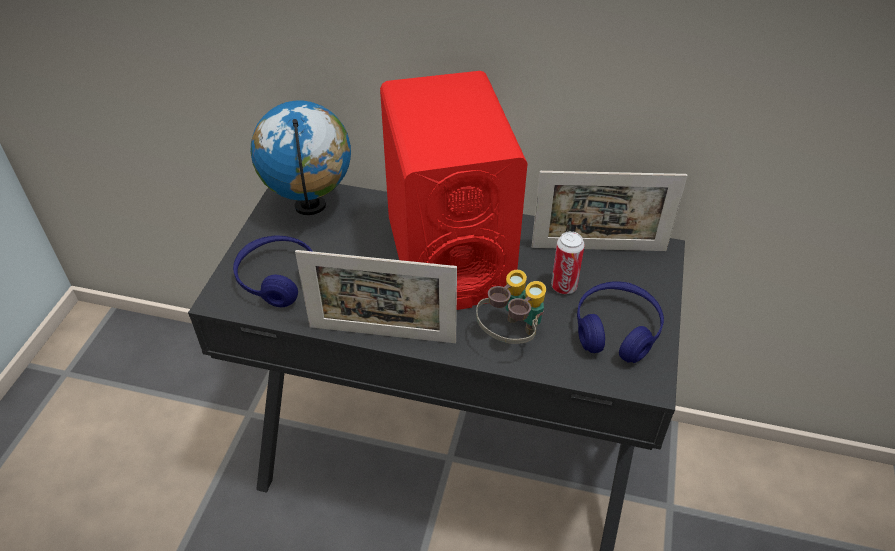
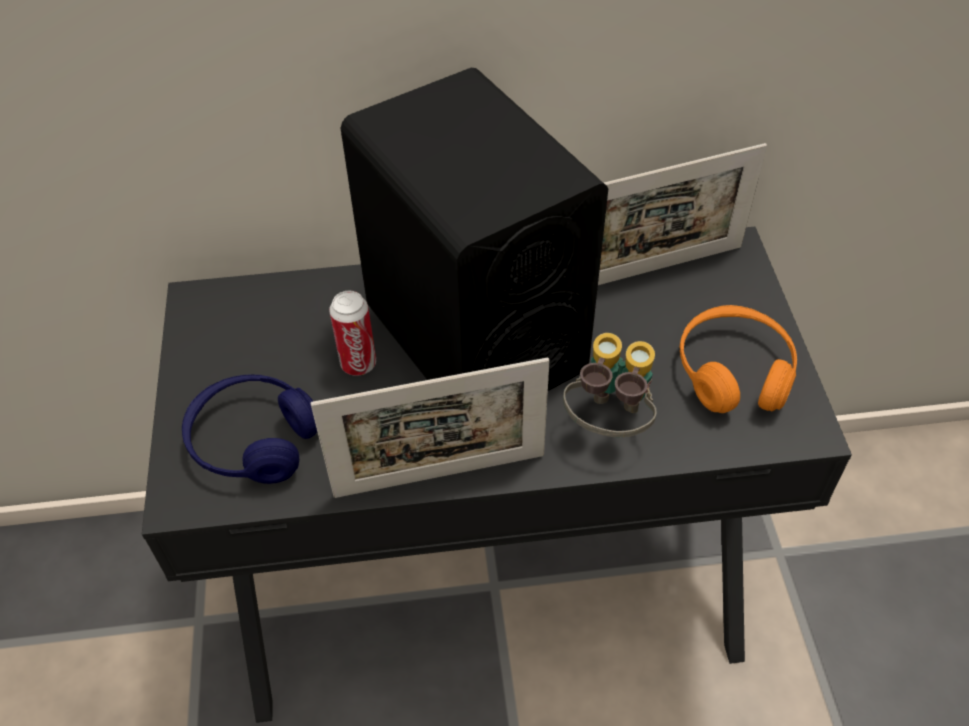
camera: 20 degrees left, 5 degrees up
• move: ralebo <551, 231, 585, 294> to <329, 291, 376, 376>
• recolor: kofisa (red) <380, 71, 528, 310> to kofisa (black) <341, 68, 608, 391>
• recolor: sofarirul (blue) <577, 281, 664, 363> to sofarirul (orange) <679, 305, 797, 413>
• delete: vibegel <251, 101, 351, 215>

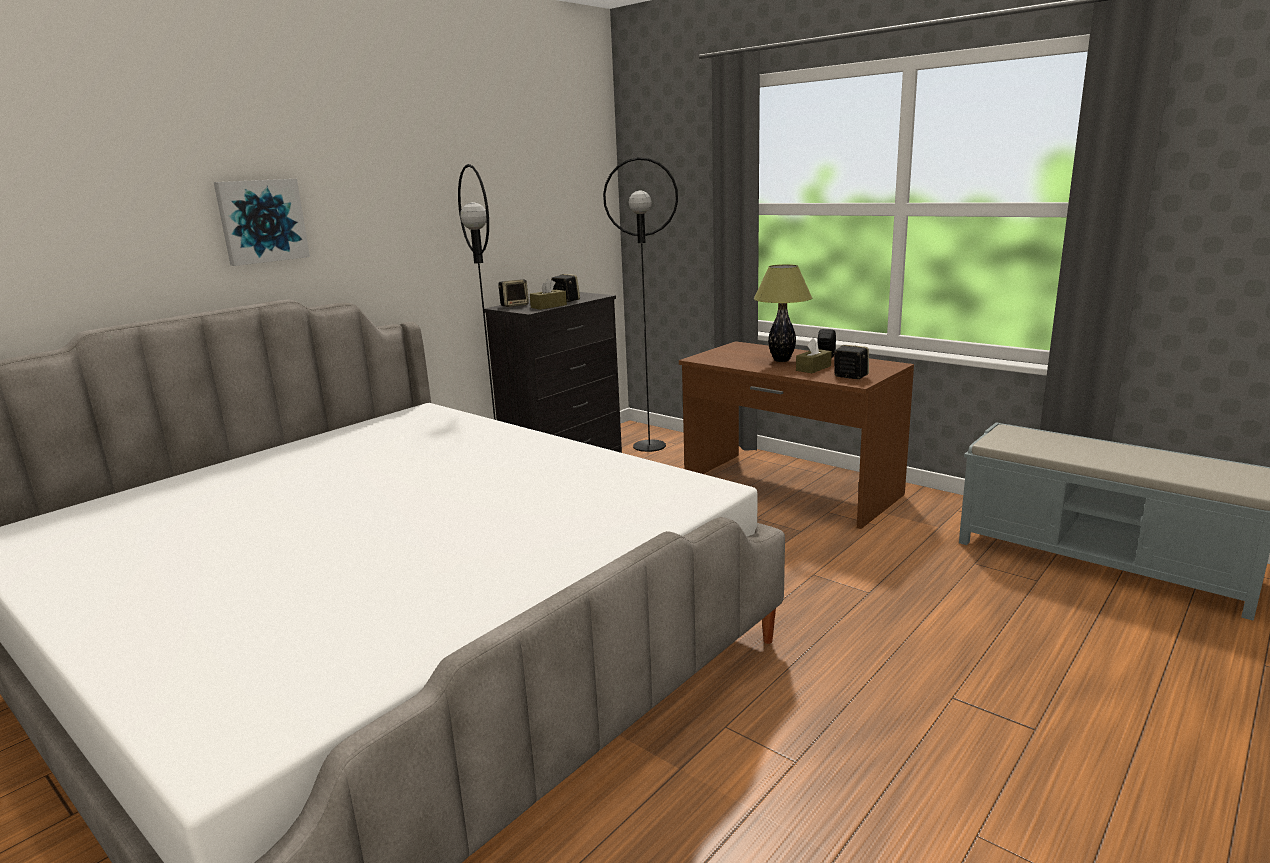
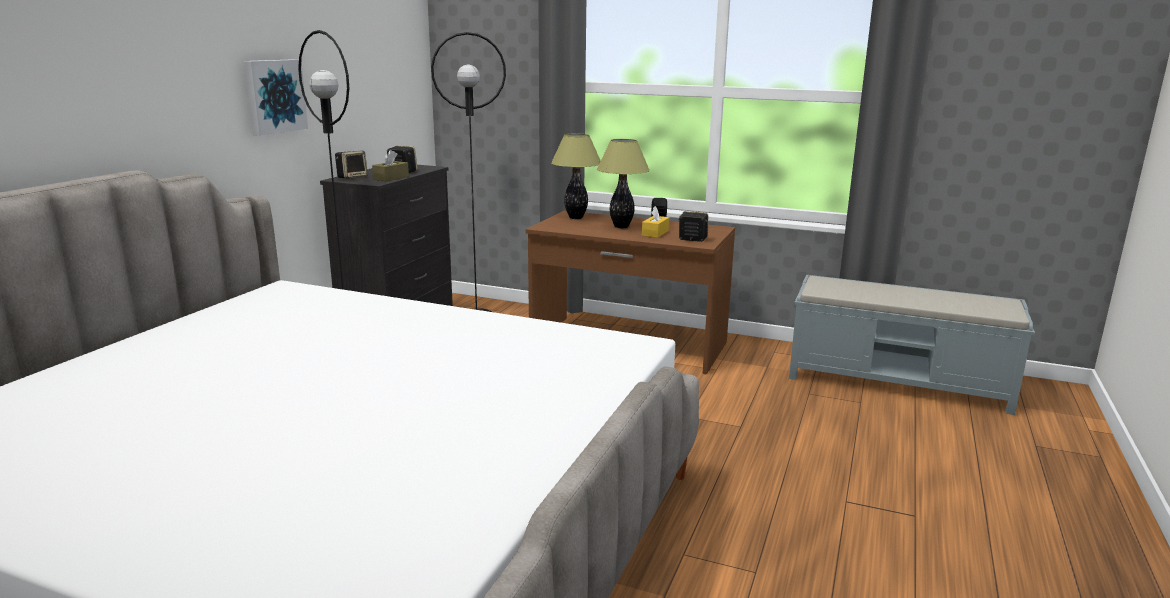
camera: 20 degrees left, 0 degrees up
• move: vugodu <214, 179, 310, 266> to <244, 59, 308, 136>
• insert: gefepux <551, 133, 601, 219>
• recolor: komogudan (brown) <796, 338, 832, 373> to komogudan (yellow) <642, 206, 669, 238>

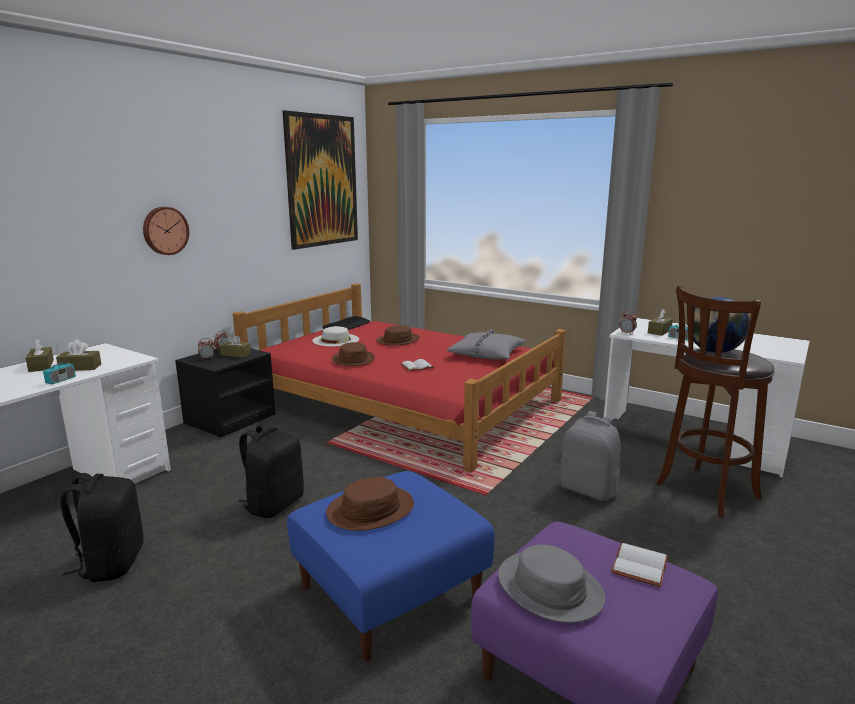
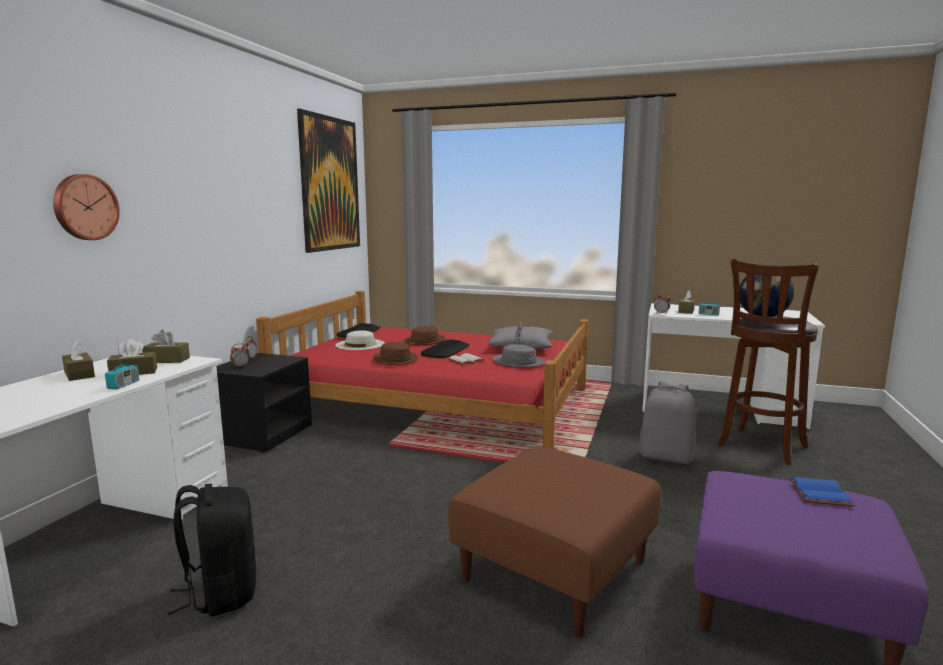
camera: 15 degrees left, 5 degrees down
• move: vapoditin <143, 207, 189, 255> to <53, 174, 120, 240>
• move: komogudan (brown) <220, 334, 251, 358> to <142, 330, 190, 363>
• insert: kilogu <421, 339, 470, 358>
• recolor: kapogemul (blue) <287, 471, 494, 661> to kapogemul (brown) <448, 447, 661, 638>
• move: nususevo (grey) <498, 545, 605, 623> to <492, 344, 545, 368>
• recolor: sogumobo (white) <611, 543, 668, 587> to sogumobo (blue) <789, 477, 854, 507>
• delete: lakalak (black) <239, 423, 304, 518>
• delete: nususevo (brown) <326, 477, 414, 531>

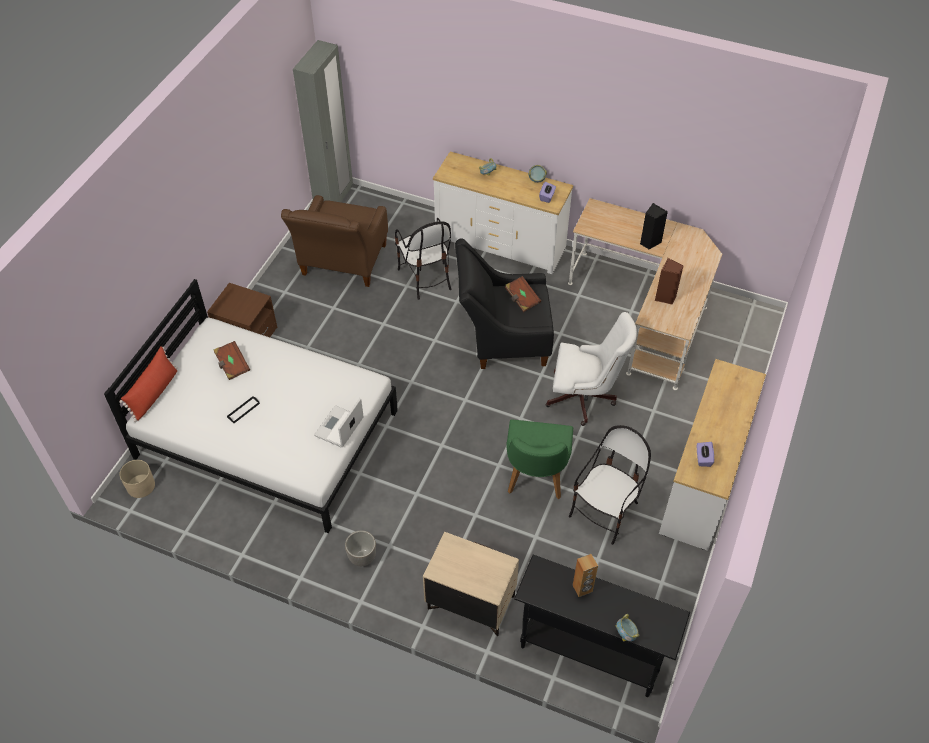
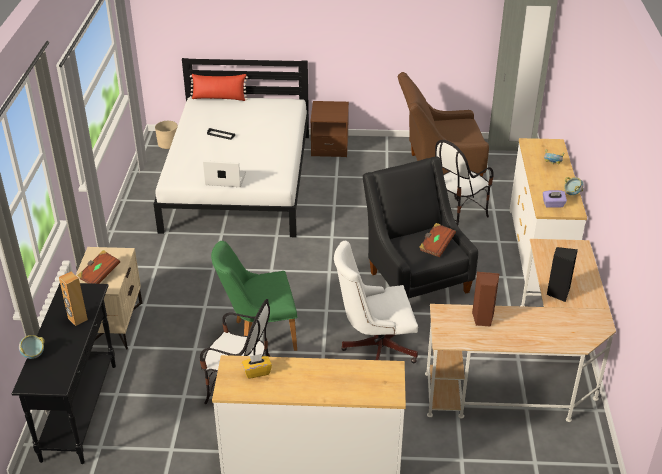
camera: 70 degrees right, 15 degrees down
• move: sogumobo (brown) <214, 341, 250, 380> to <77, 250, 120, 284>
• recolor: komogudan (purple) <697, 442, 714, 467> to komogudan (yellow) <242, 354, 272, 379>
• rotate: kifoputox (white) <546, 312, 637, 426> = <334, 241, 418, 363> 90 degrees clockwise
• delete: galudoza <345, 530, 376, 566>

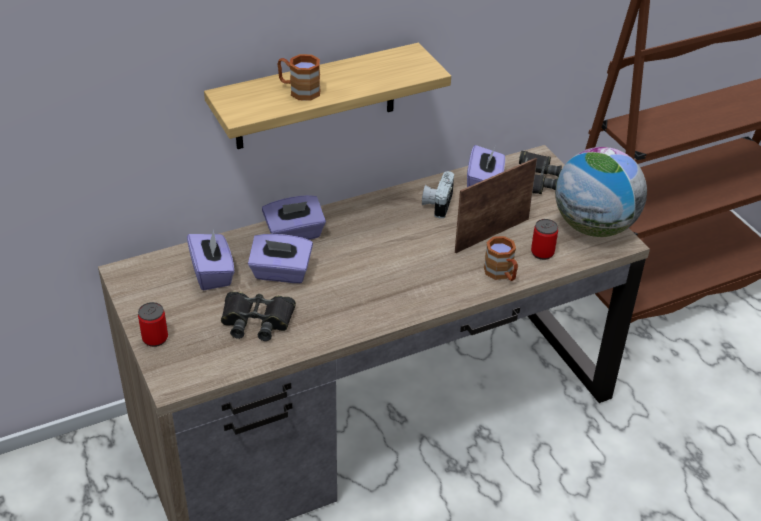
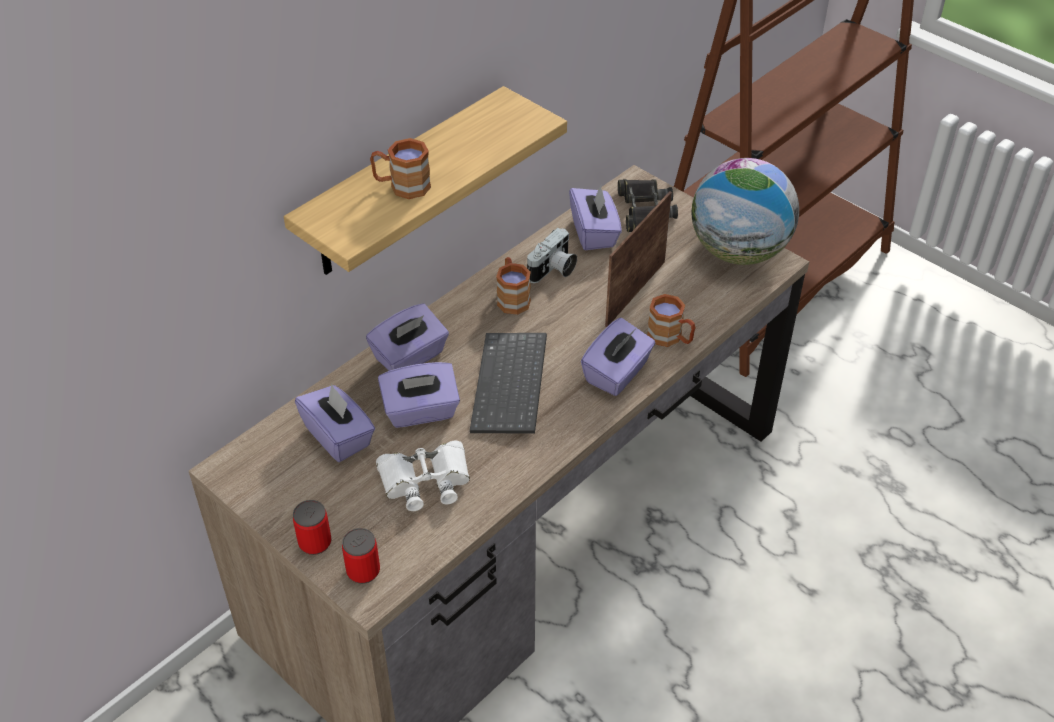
camera: 20 degrees left, 5 degrees up
• move: ralebo <531, 219, 558, 260> to <342, 528, 380, 584>
• recolor: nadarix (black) <221, 291, 296, 341> to nadarix (white) <376, 441, 470, 511>
• insert: kilogu <470, 333, 547, 433>
• insert: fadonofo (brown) <496, 257, 531, 315>
• rotate: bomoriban <422, 171, 454, 218> = <527, 228, 577, 283> 135 degrees counterclockwise
• insert: komogudan (purple) <581, 318, 655, 396>

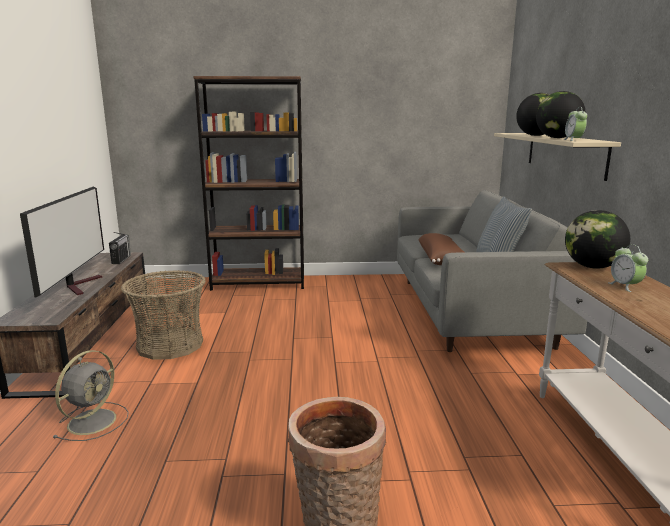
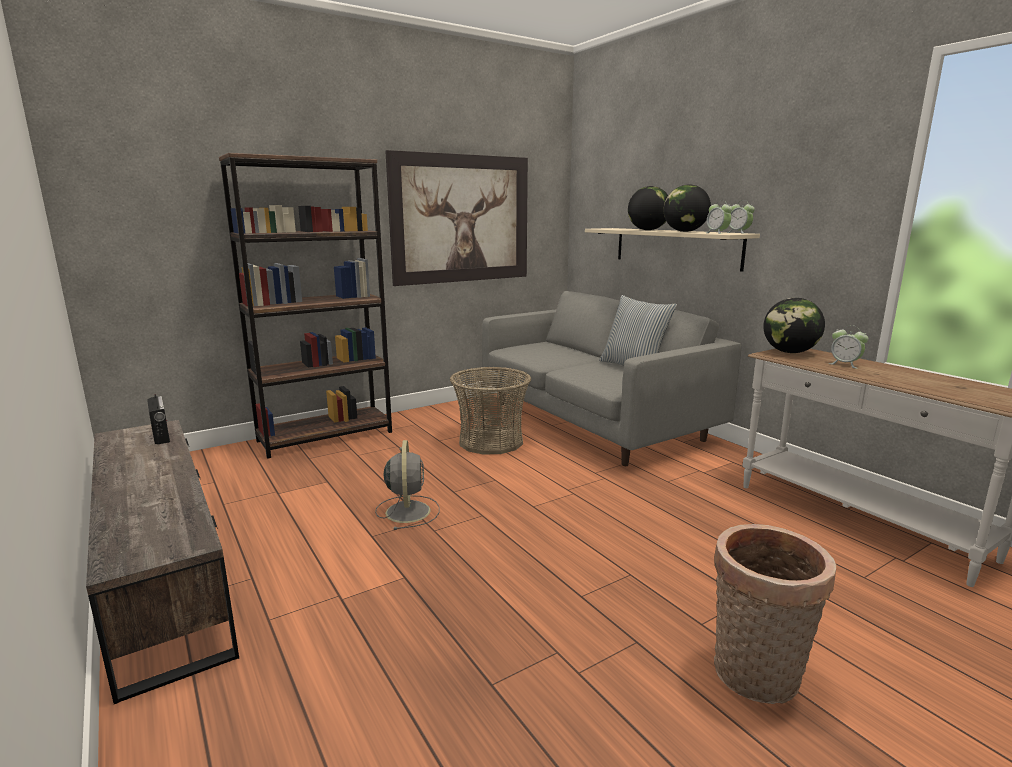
camera: 30 degrees left, 0 degrees up
• move: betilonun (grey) <52, 350, 129, 441> to <375, 440, 439, 530>
• insert: vugodu <385, 150, 528, 286>
• move: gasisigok <121, 270, 206, 360> to <450, 367, 531, 455>
• insert: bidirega <727, 200, 755, 234>
• delete: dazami <20, 187, 104, 298>
• delete: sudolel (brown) <418, 233, 464, 265>

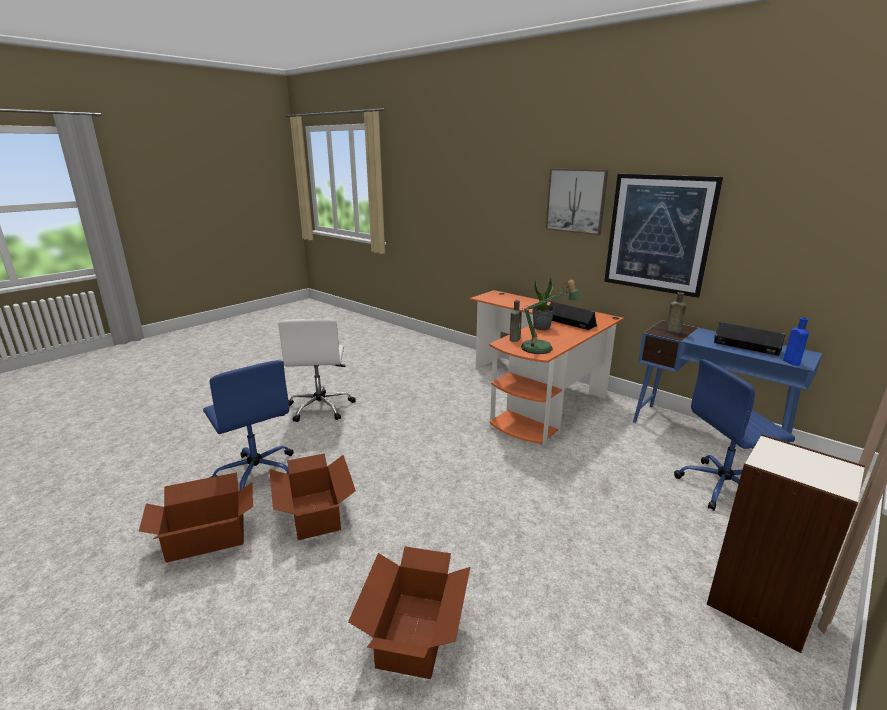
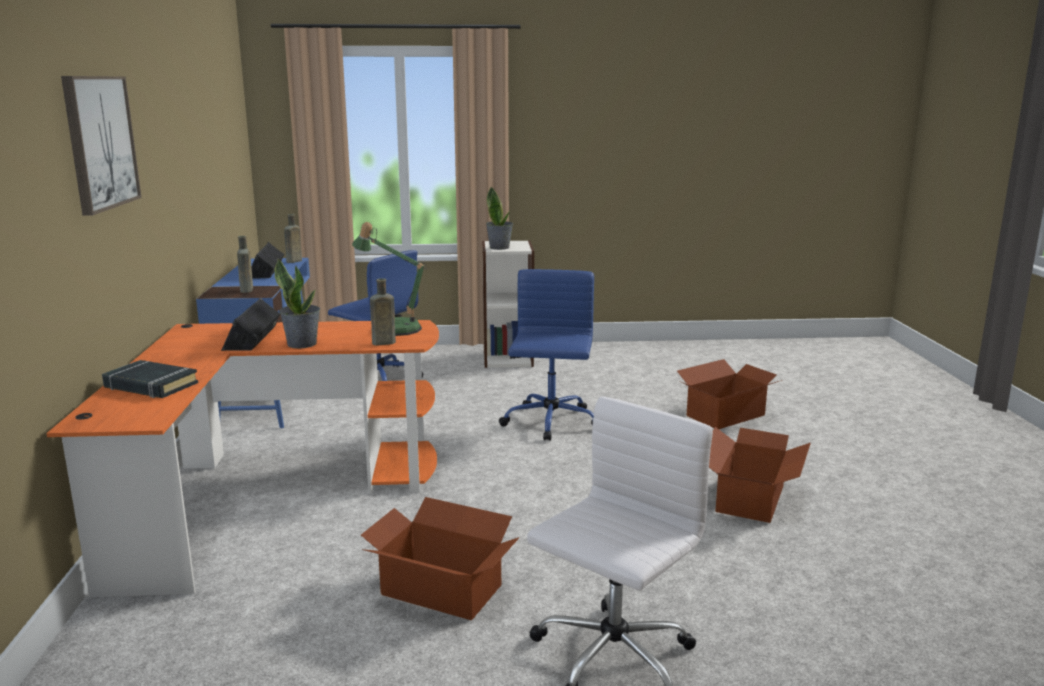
camera: 135 degrees left, 5 degrees down
• insert: sogumobo (black) <102, 360, 198, 398>
• recolor: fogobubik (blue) <783, 317, 809, 366> to fogobubik (brown) <284, 214, 302, 263>
• move: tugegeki <139, 472, 253, 563> to <361, 497, 520, 620>
• insert: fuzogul <486, 187, 513, 250>
• move: kifoputox (blue) <203, 360, 294, 490> to <499, 269, 594, 441>
• delete: vugodu <604, 174, 723, 298>

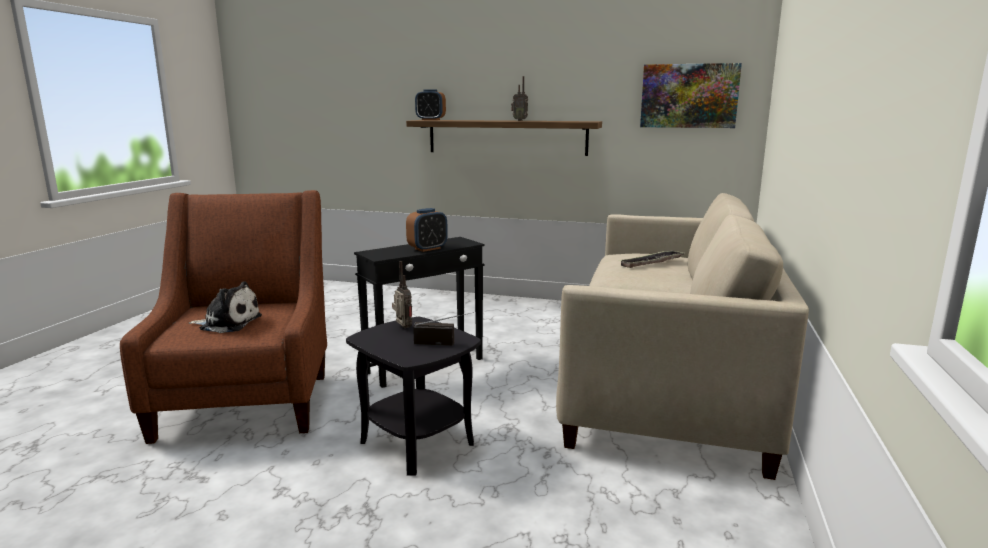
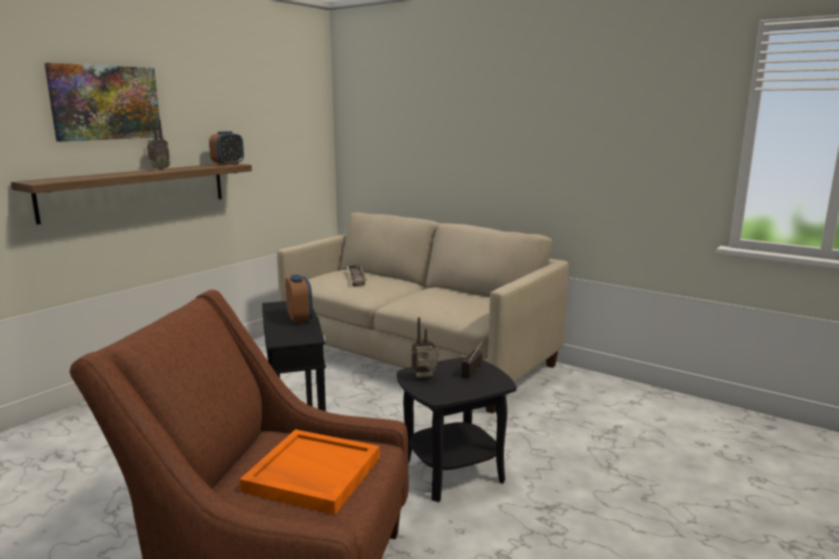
camera: 70 degrees left, 0 degrees up
• move: vugodu <640, 63, 742, 128> to <44, 63, 160, 142>
• move: bidirega <415, 89, 446, 120> to <209, 131, 244, 166>
• replace: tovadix <189, 281, 262, 333> to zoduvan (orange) <240, 429, 380, 515>

